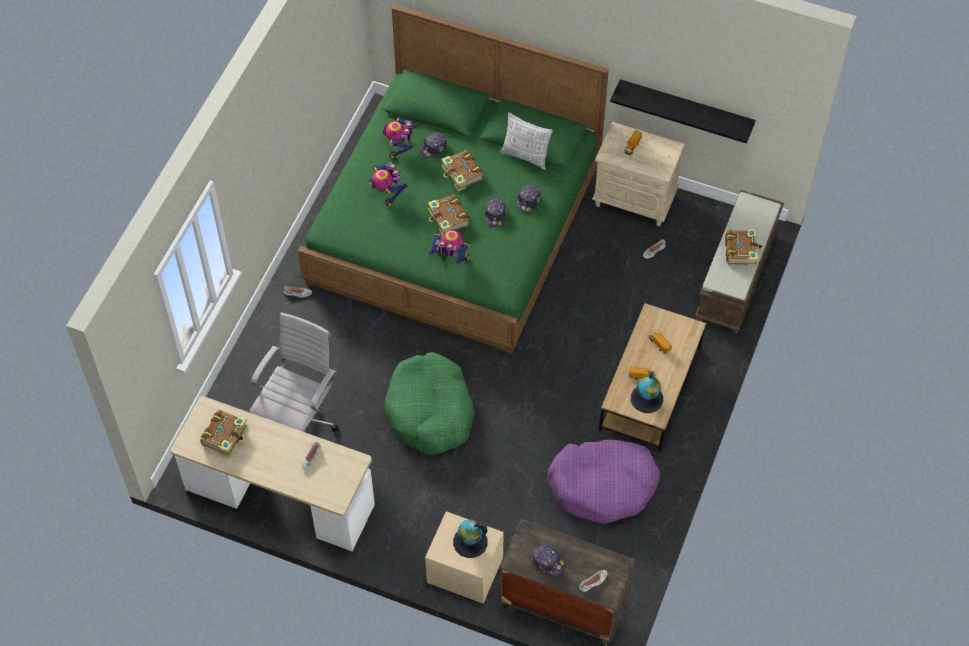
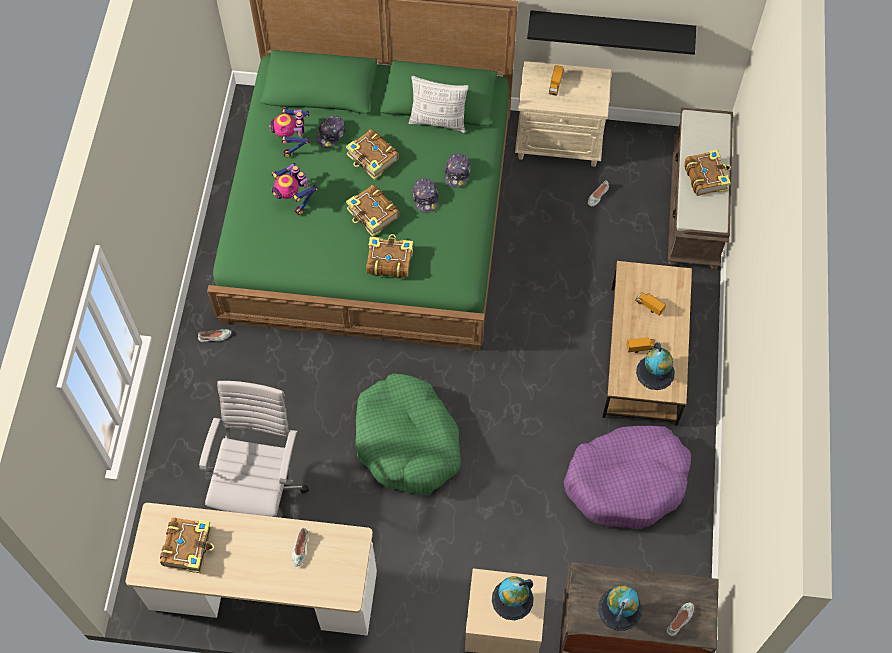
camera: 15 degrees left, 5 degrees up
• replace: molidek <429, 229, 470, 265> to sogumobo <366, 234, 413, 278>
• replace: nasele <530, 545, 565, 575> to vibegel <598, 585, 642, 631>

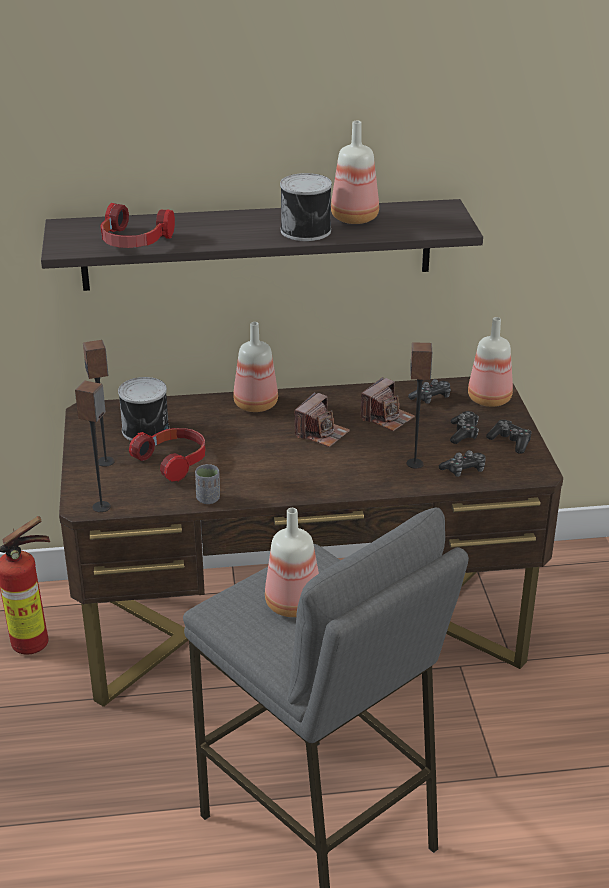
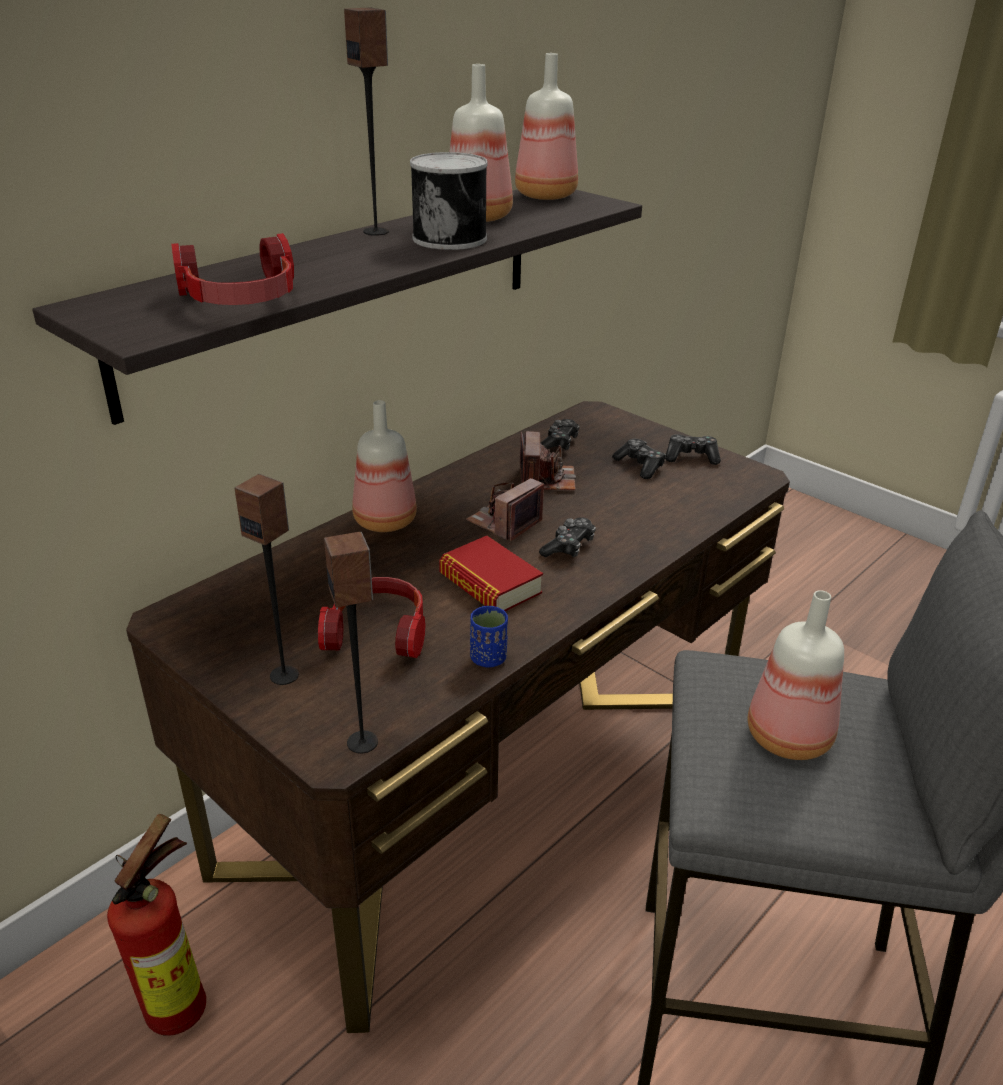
camera: 40 degrees left, 0 degrees up
• move: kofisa <406, 342, 432, 469> to <344, 7, 389, 236>
• insert: sogumobo <439, 536, 543, 611>
• rotate: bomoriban <295, 392, 350, 447> = <466, 478, 544, 541> 135 degrees counterclockwise
• recolor: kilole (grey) <195, 464, 220, 504> to kilole (blue) <470, 606, 508, 668>
• move: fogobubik <468, 317, 513, 407> to <515, 53, 578, 200>
• move: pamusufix <439, 450, 486, 477> to <539, 517, 596, 557>
• delete: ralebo <118, 377, 169, 441>

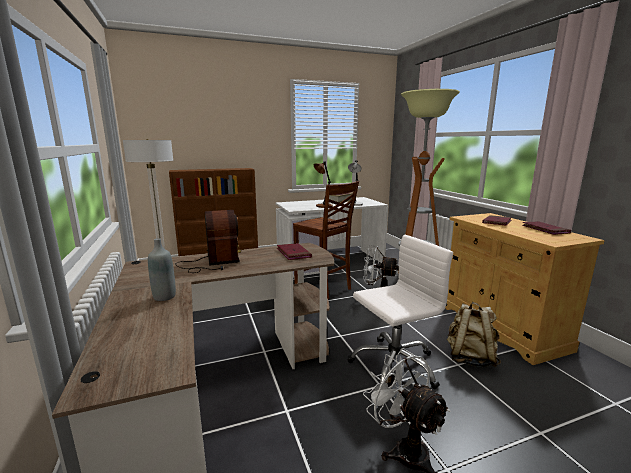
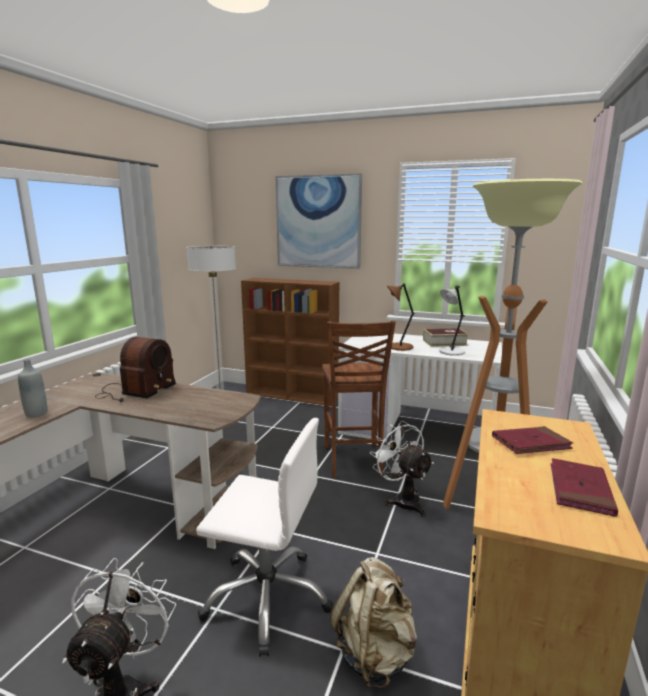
camera: 40 degrees right, 0 degrees up
• insert: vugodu <276, 173, 362, 269>
• delete: sogumobo (red) <277, 243, 312, 260>

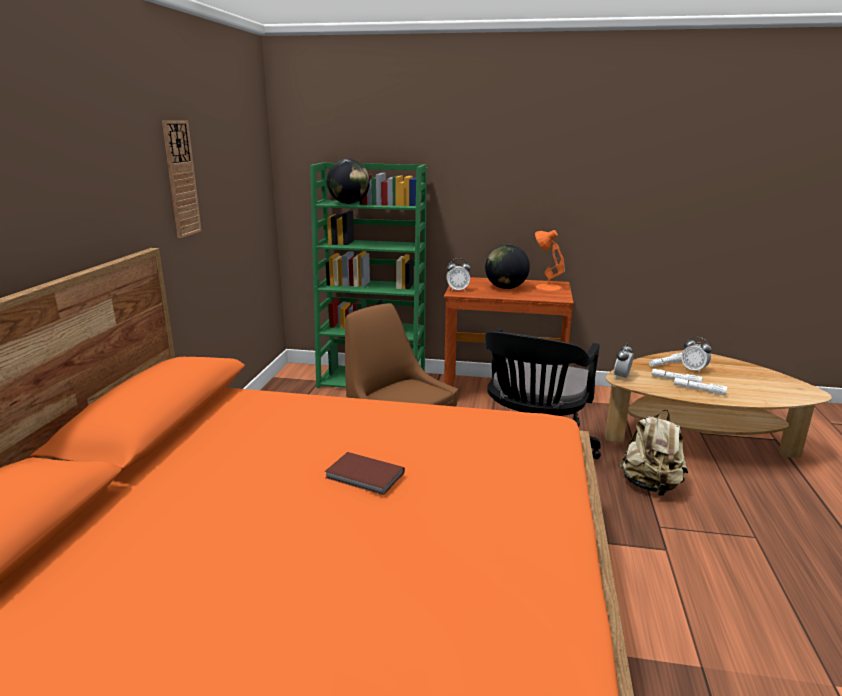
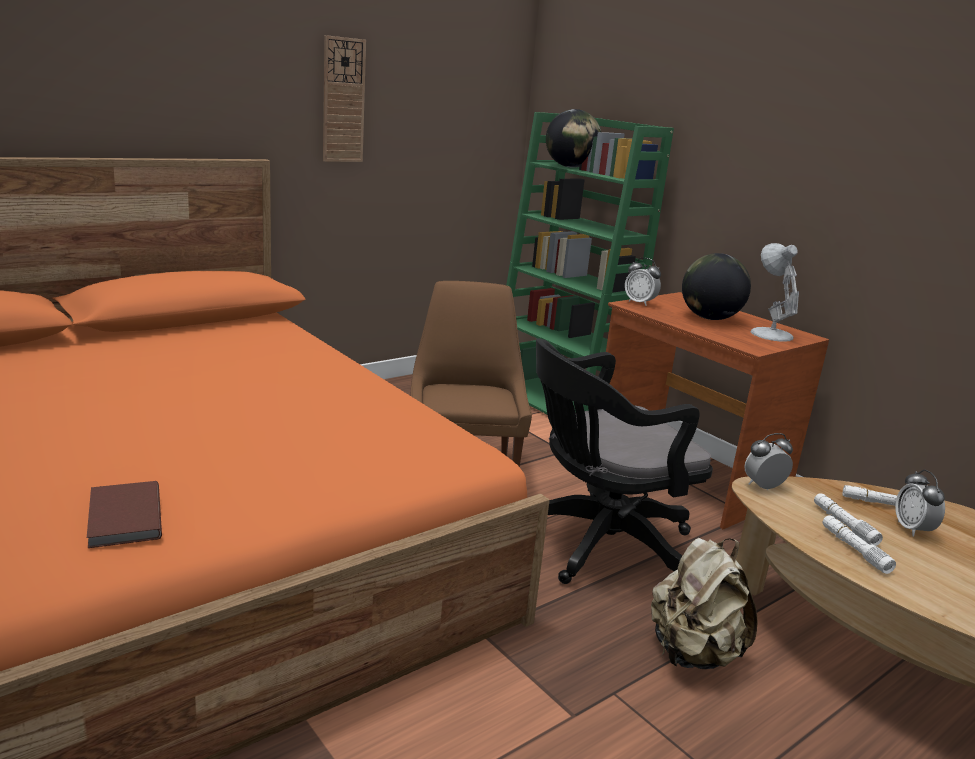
camera: 40 degrees right, 0 degrees up
• move: sogumobo (brown) <325, 452, 405, 495> to <87, 481, 162, 548>
• recolor: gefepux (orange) <535, 230, 565, 292> to gefepux (white) <751, 243, 799, 342>

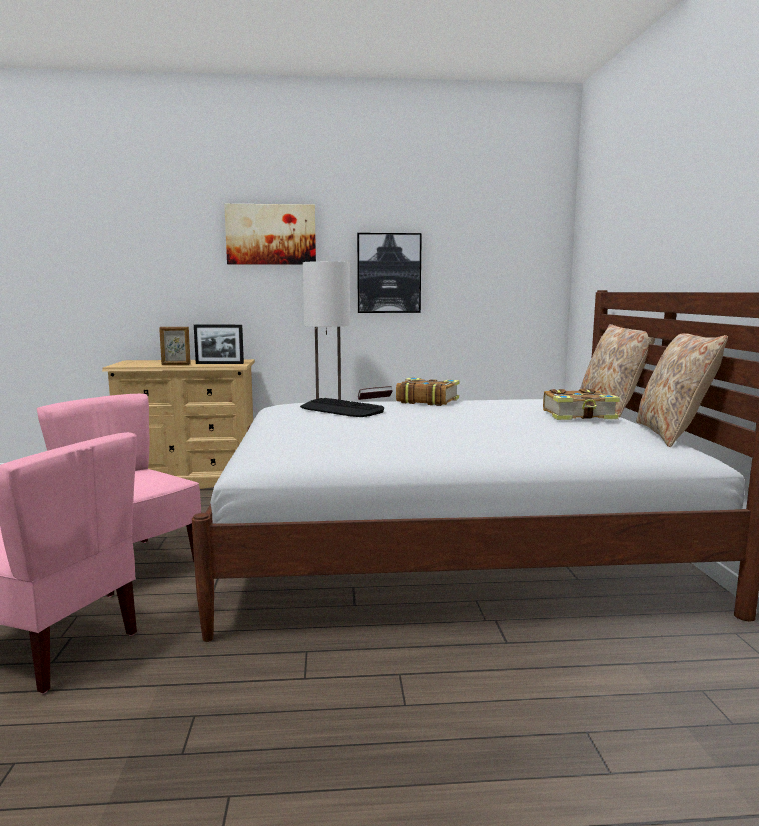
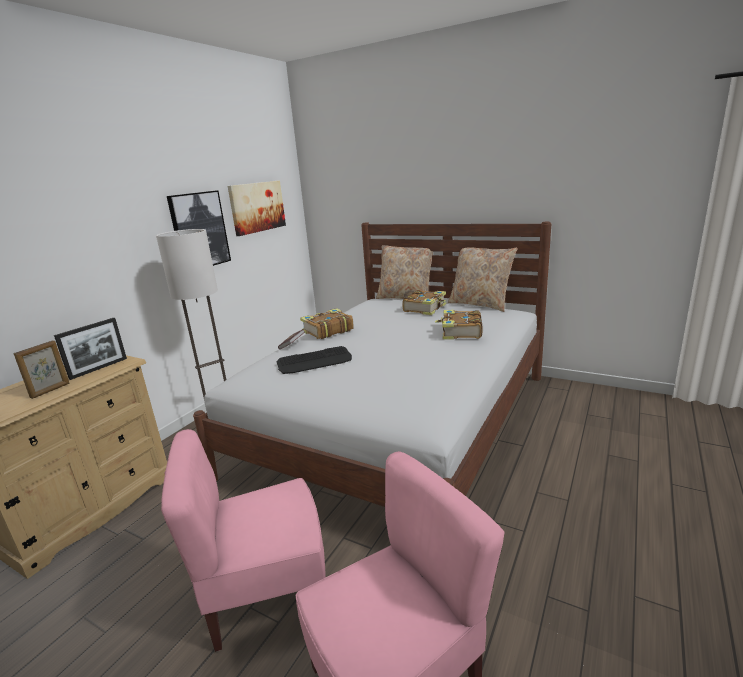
camera: 55 degrees left, 10 degrees up
• move: vugodu <224, 204, 316, 265> to <228, 181, 286, 236>
• insert: sogumobo <435, 310, 483, 340>

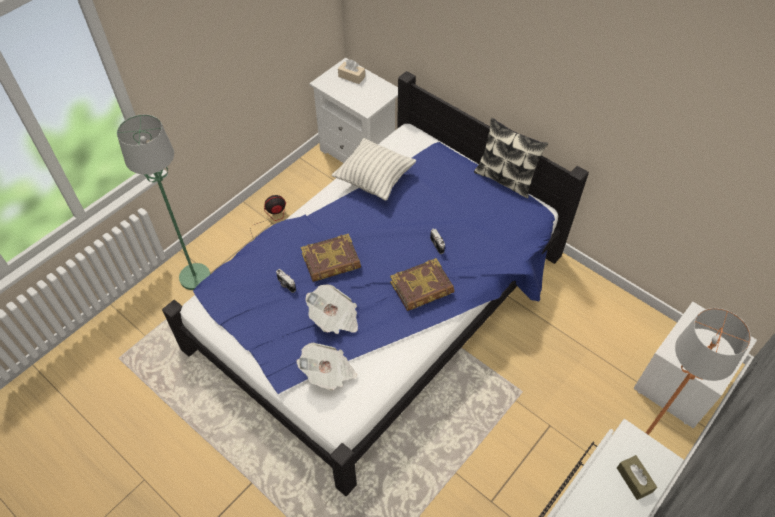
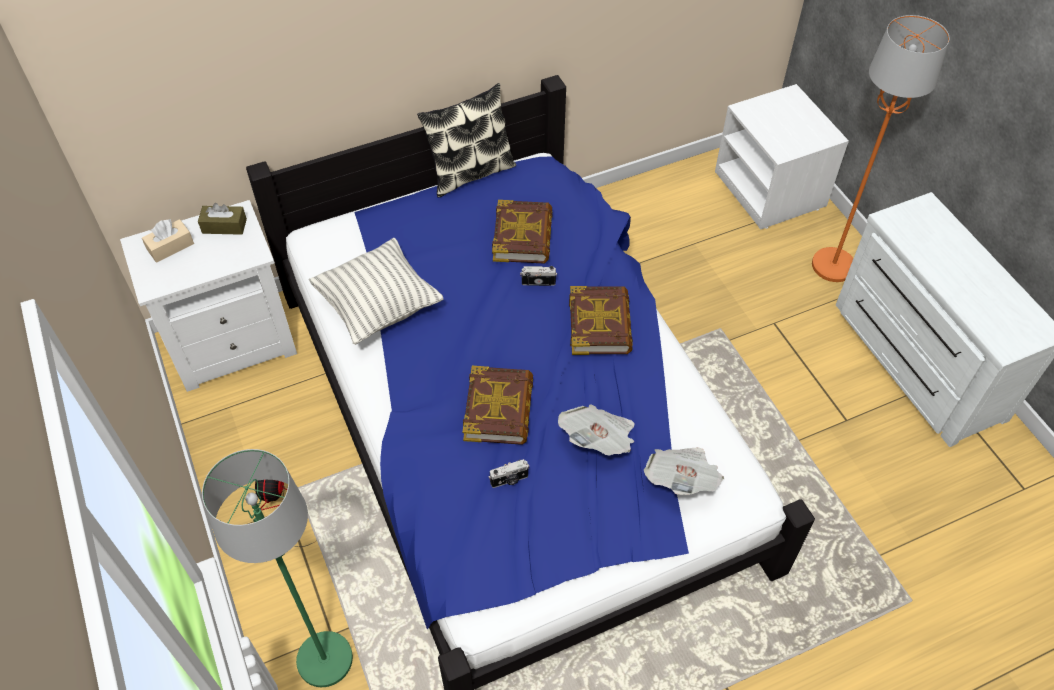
camera: 65 degrees left, 0 degrees up
• move: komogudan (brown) <617, 455, 657, 500> to <198, 203, 247, 235>
• insert: sogumobo <492, 200, 553, 264>

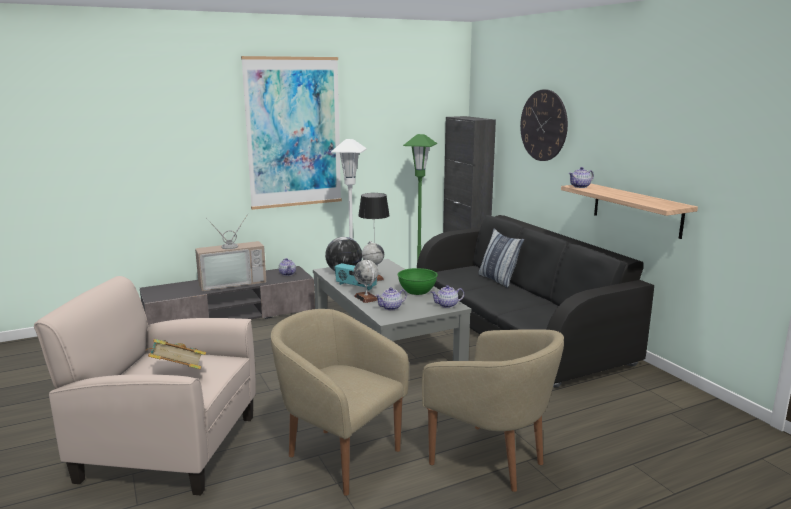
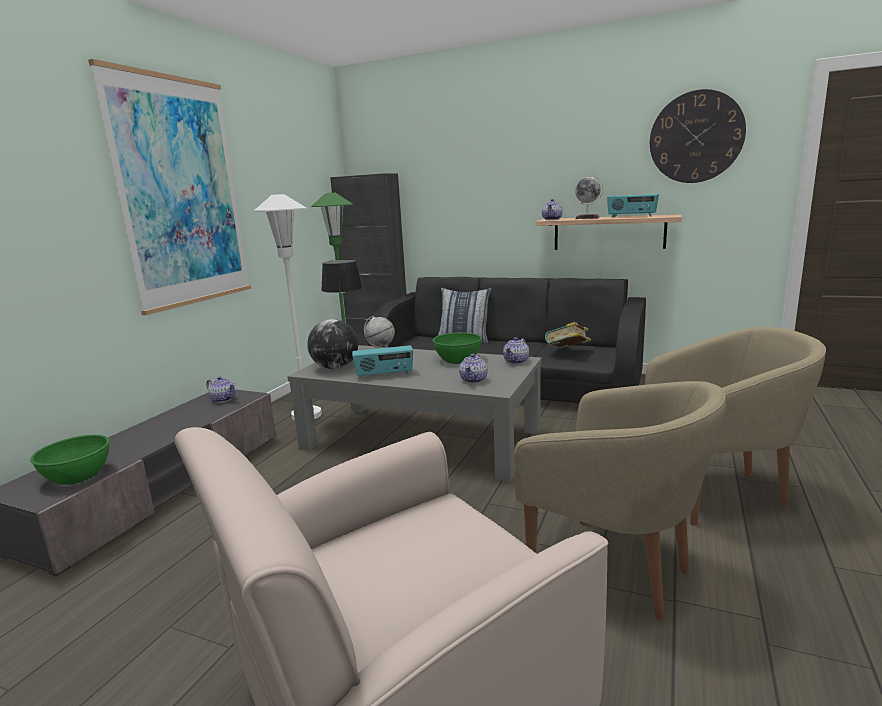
camera: 40 degrees left, 0 degrees up
• insert: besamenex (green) <30, 435, 110, 485>
• rotate: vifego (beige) <271, 309, 409, 496> = <514, 381, 726, 620> 135 degrees counterclockwise
• move: sogumobo <146, 339, 206, 369> to <545, 322, 591, 349>
• move: vibegel <354, 260, 378, 303> to <575, 175, 603, 219>
• insert: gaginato <607, 194, 659, 218>
• move: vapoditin <520, 89, 568, 161> to <650, 89, 746, 183>
• delete: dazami <195, 214, 266, 291>

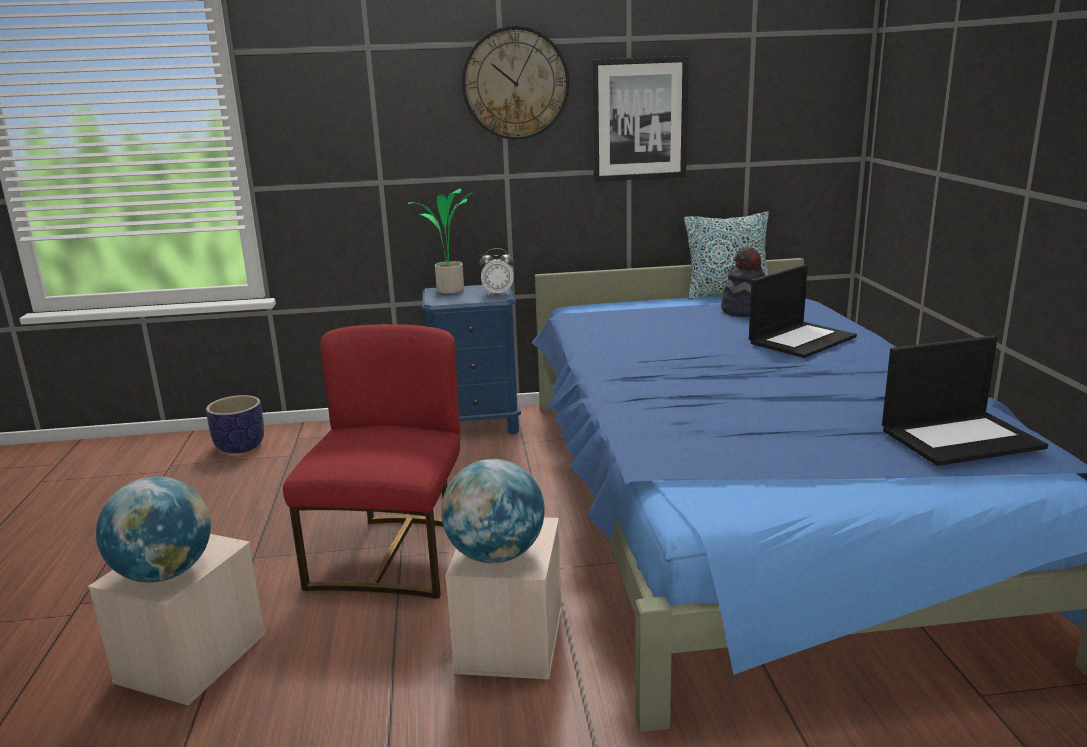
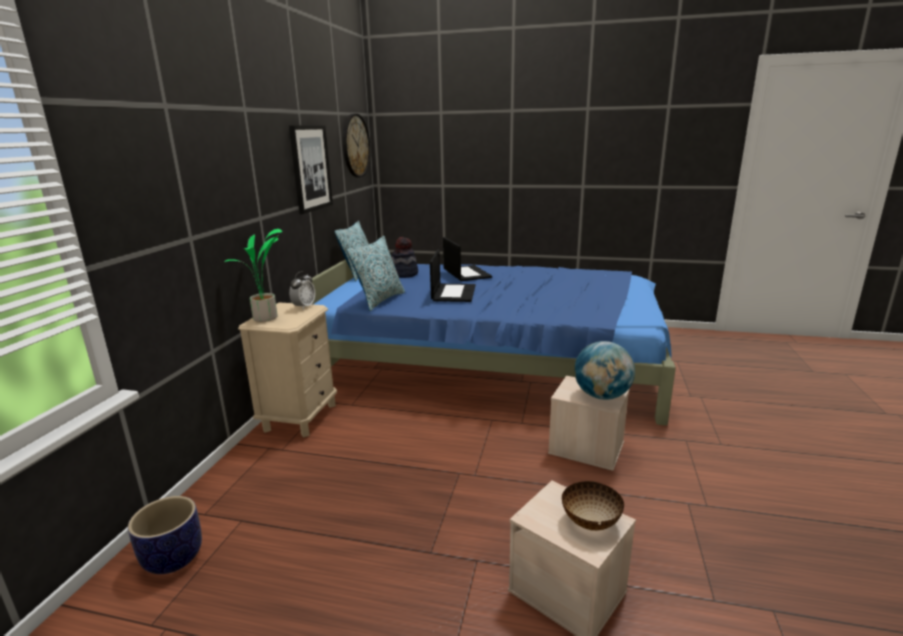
camera: 70 degrees left, 0 degrees up
• recolor: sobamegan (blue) <422, 285, 521, 434> to sobamegan (beige) <238, 302, 337, 438>
• move: vapoditin <462, 26, 569, 140> to <343, 113, 371, 177>
• insert: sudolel <347, 236, 405, 311>
• move: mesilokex <882, 335, 1048, 466> to <430, 249, 475, 302>
• replace: vibegel <96, 476, 211, 583> to besamenex <562, 481, 624, 531>
• delete: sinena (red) <283, 324, 460, 599>

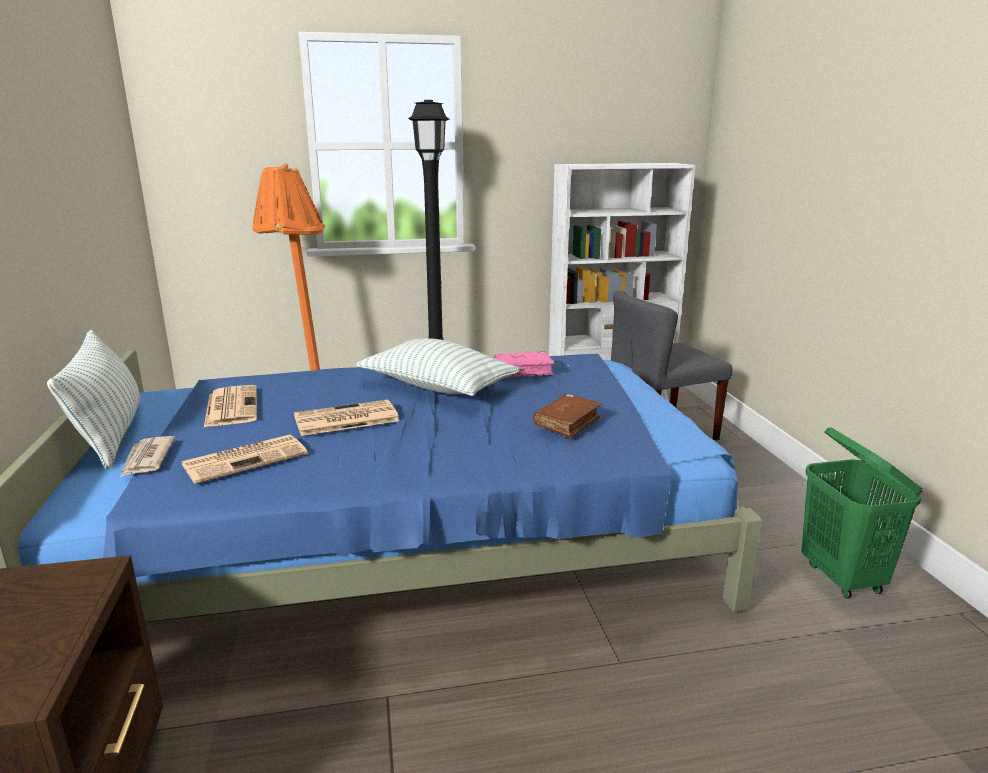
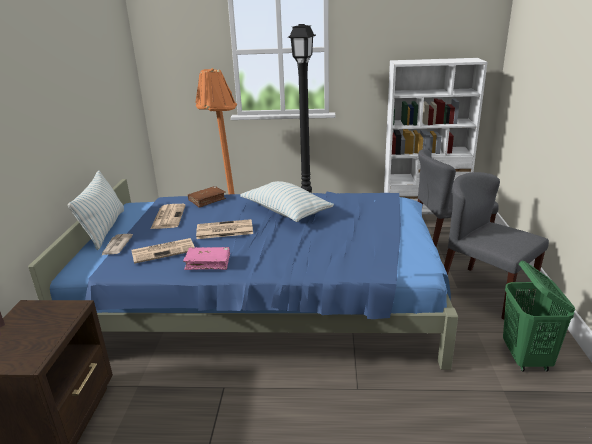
camera: 15 degrees right, 5 degrees up
• move: sogumobo (pink) <494, 351, 555, 378> to <183, 247, 230, 270>
• move: sogumobo (brown) <533, 394, 602, 439> to <188, 186, 226, 208>
• insert: sinena (grey) <444, 172, 549, 319>

